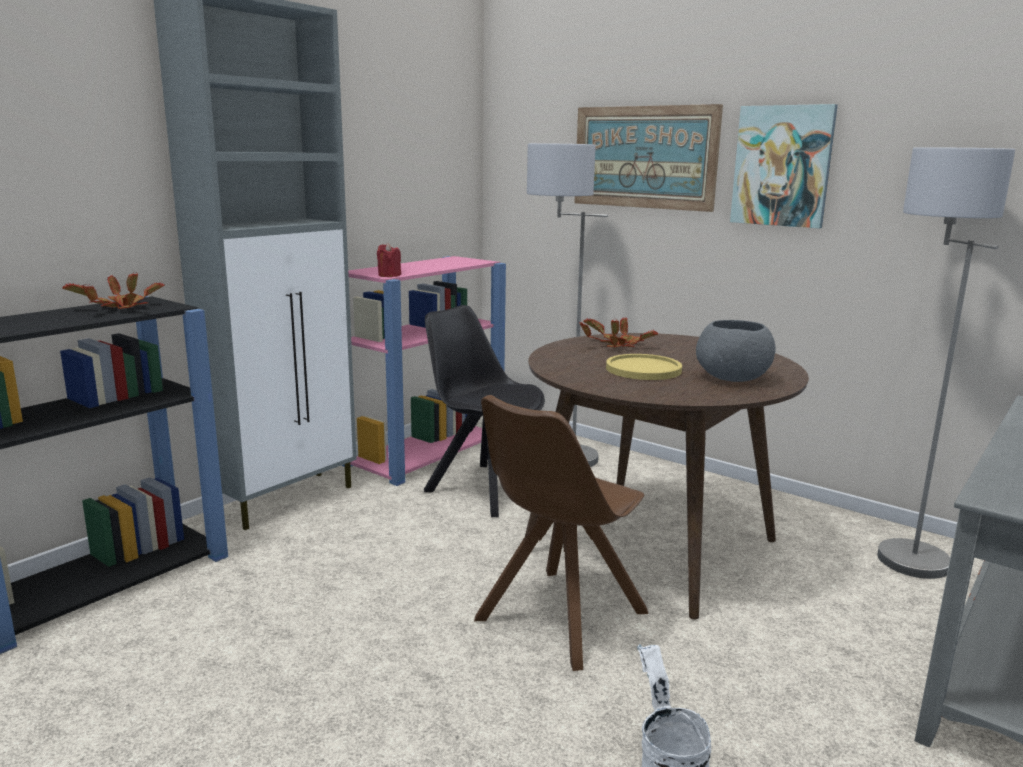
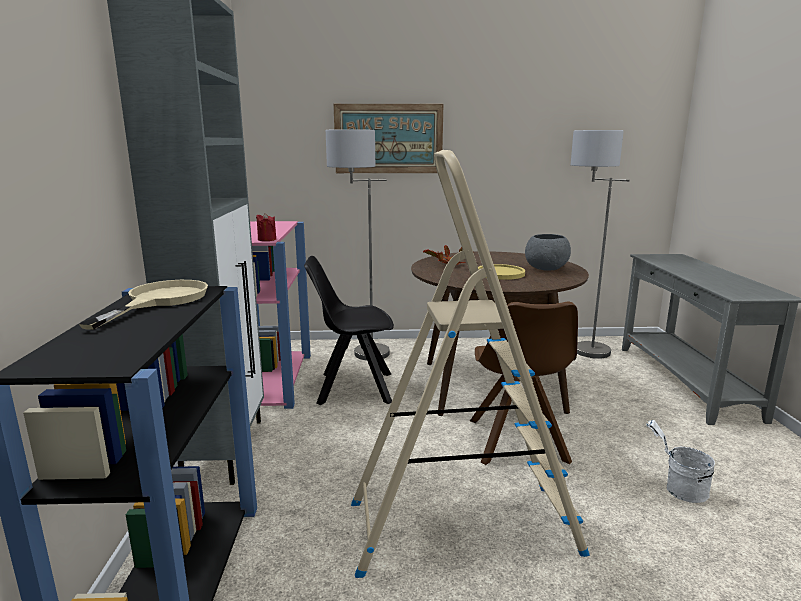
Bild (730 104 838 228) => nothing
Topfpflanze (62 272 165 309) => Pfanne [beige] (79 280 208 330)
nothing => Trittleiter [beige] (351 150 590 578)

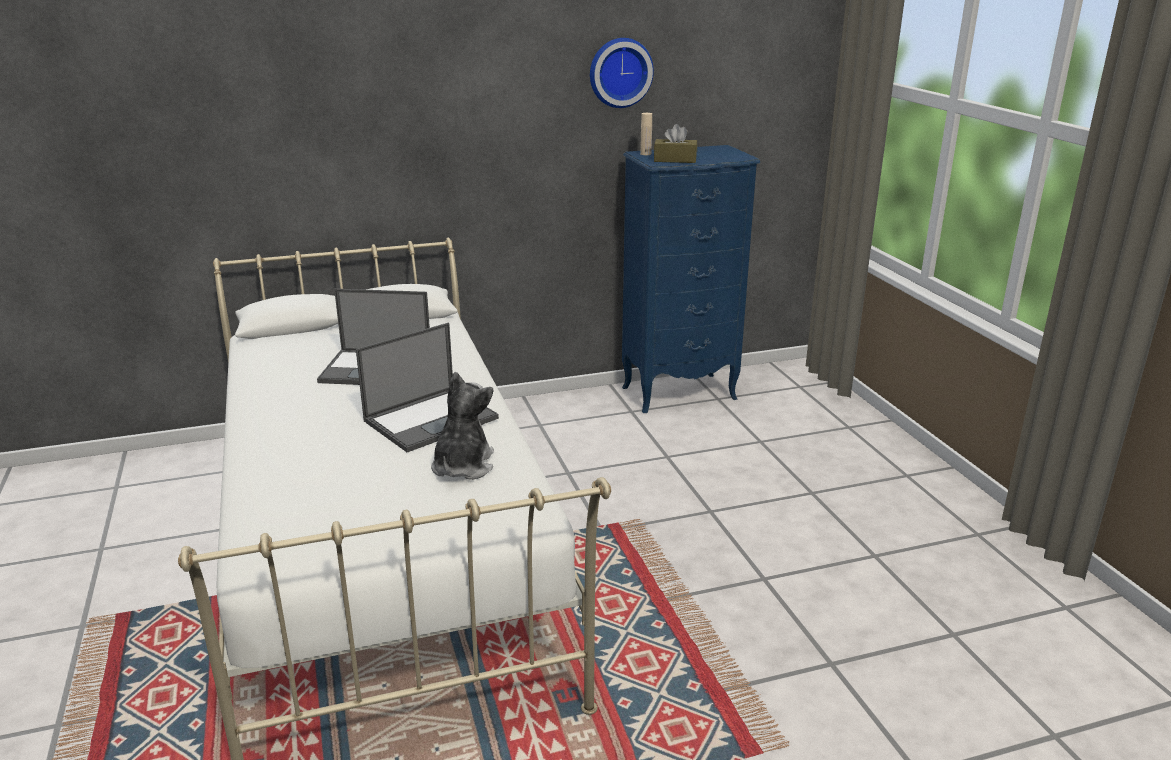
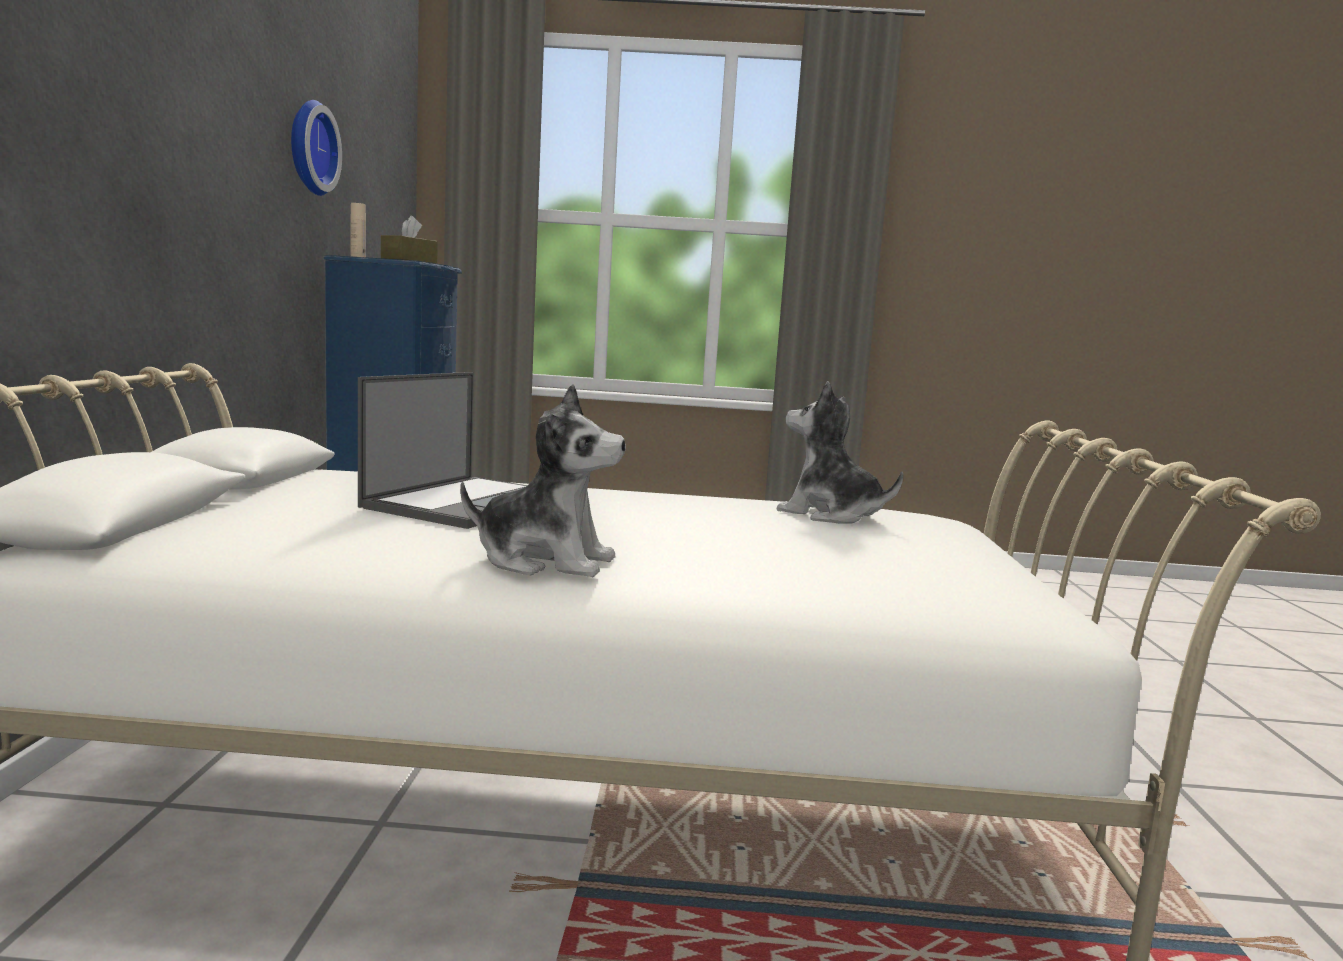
Laptop (356 322 499 452) => nothing
nothing => Plüschtier (460 384 626 577)

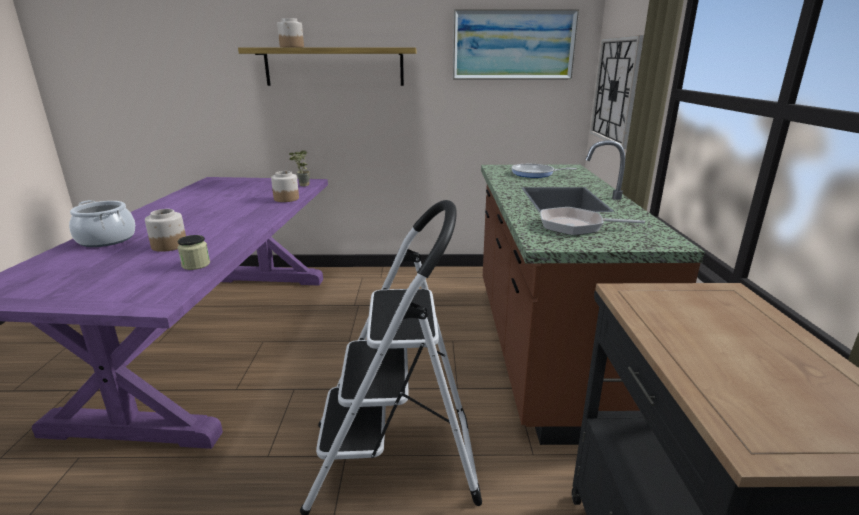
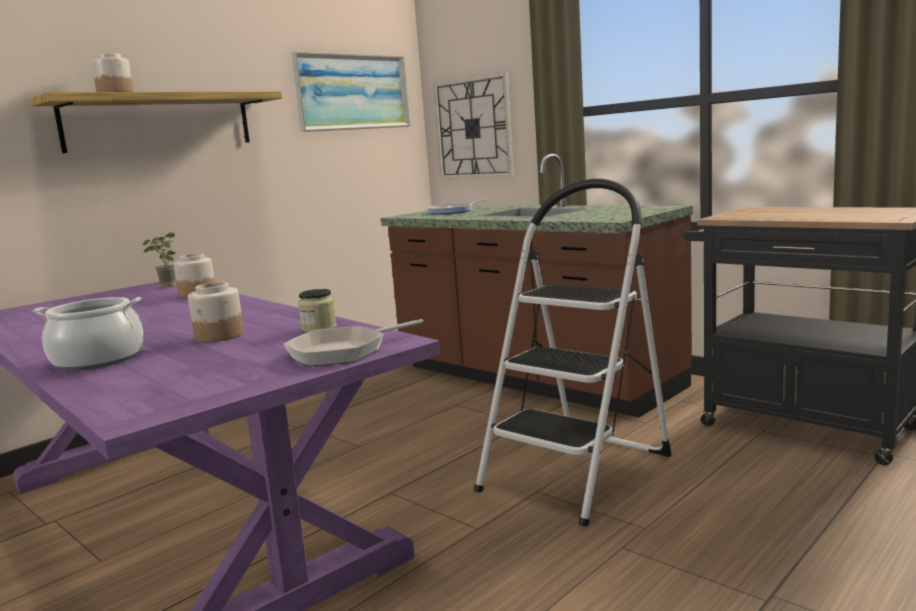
Pfanne (540 207 645 235) => Pfanne (284 319 423 366), shifted

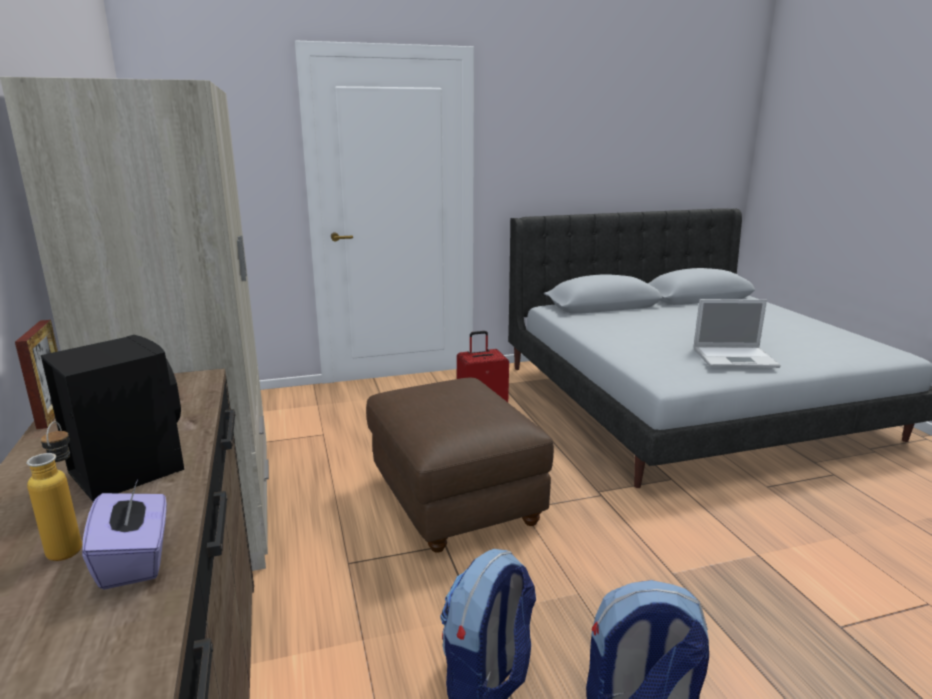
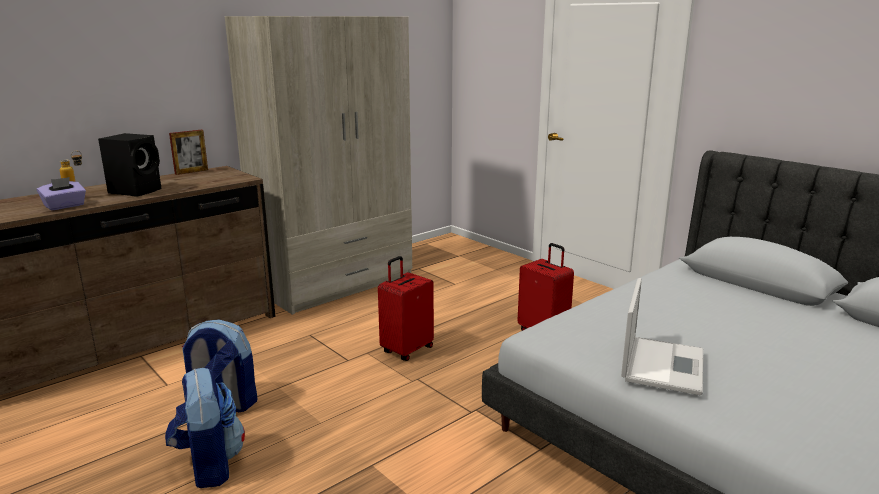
Laptop (694 299 781 368) => Laptop (621 278 703 395), 135 degrees counterclockwise
Polsterhocker [braun] (366 378 554 553) => Koffer [rot] (378 256 434 361)

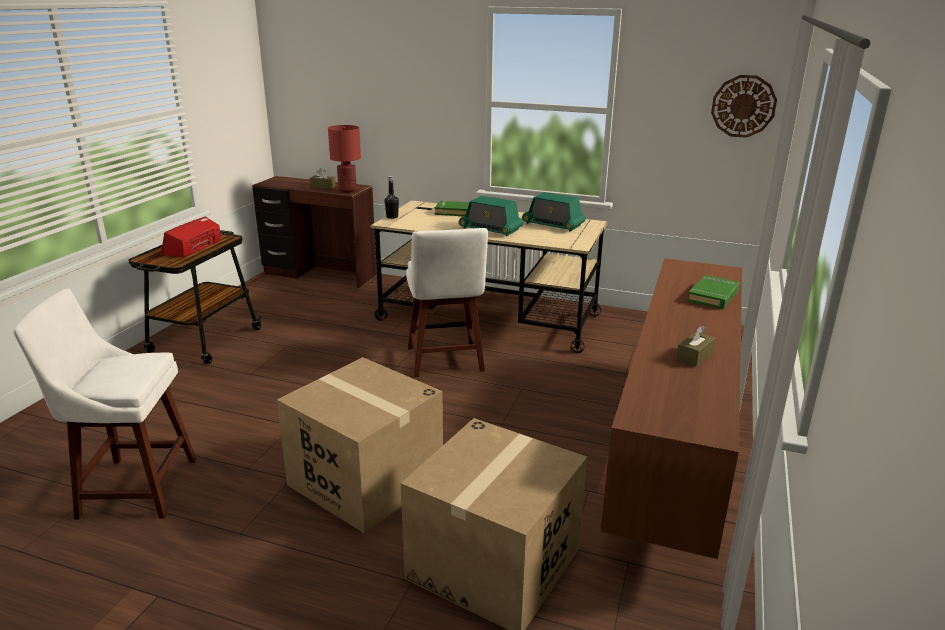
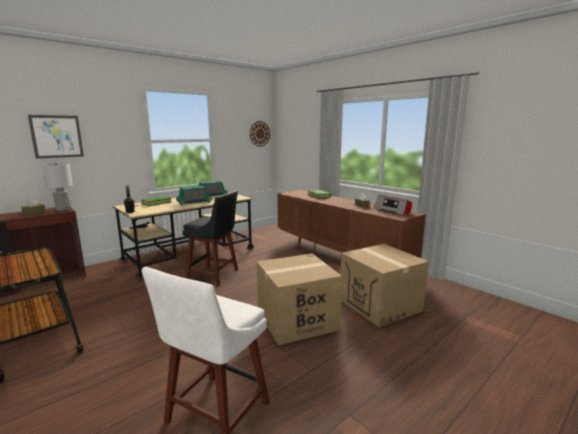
Tischlampe [rot] (328 125 361 193) => Tischlampe [grau] (42 163 73 211)
Radio (161 217 221 257) => Radio (374 195 412 215), shifted
Stuhl [weiß] (406 228 488 377) => Stuhl [schwarz] (183 190 238 287)
nothing => Bild (28 115 84 159)

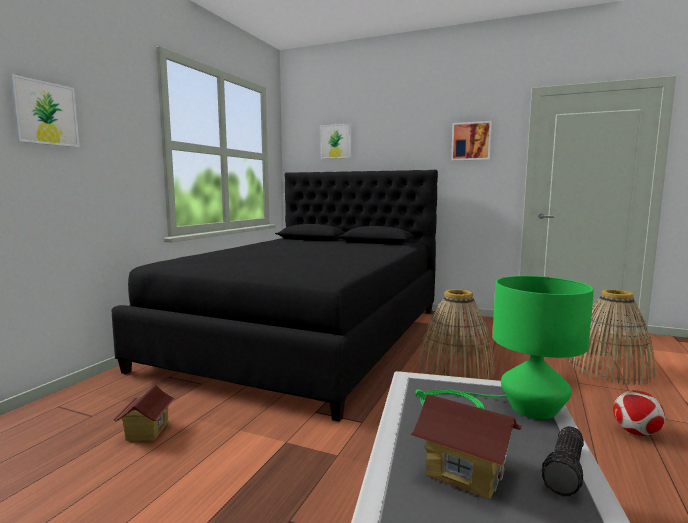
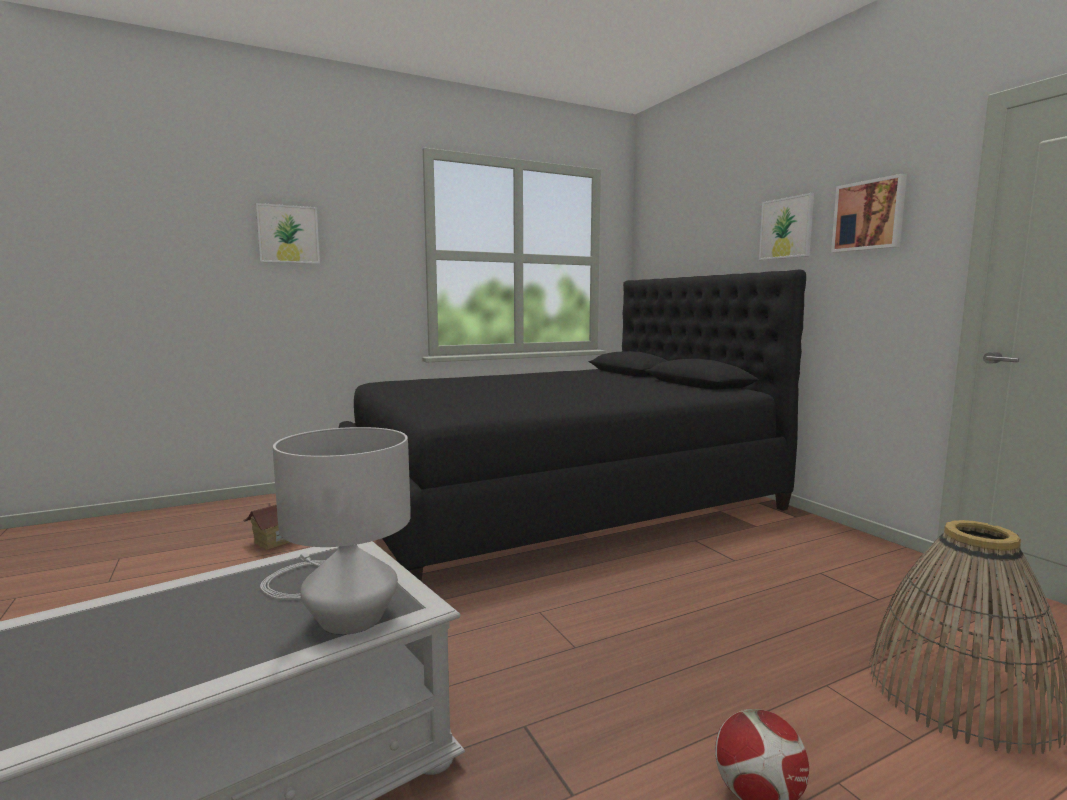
Bild (321 123 352 159) => Bild (759 193 814 260), shifted
Tischlampe [grün] (415 276 594 420) => Tischlampe [grau] (260 427 410 635)
Korb (418 289 495 380) => nothing
Spielzeughaus (411 394 522 500) => nothing
Taschenlampe (542 426 584 497) => nothing

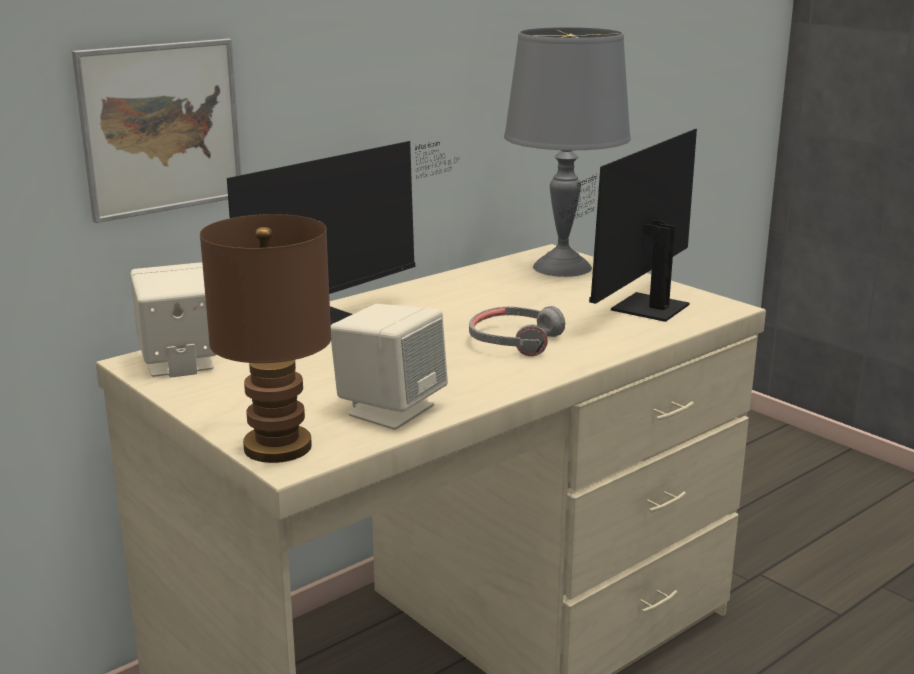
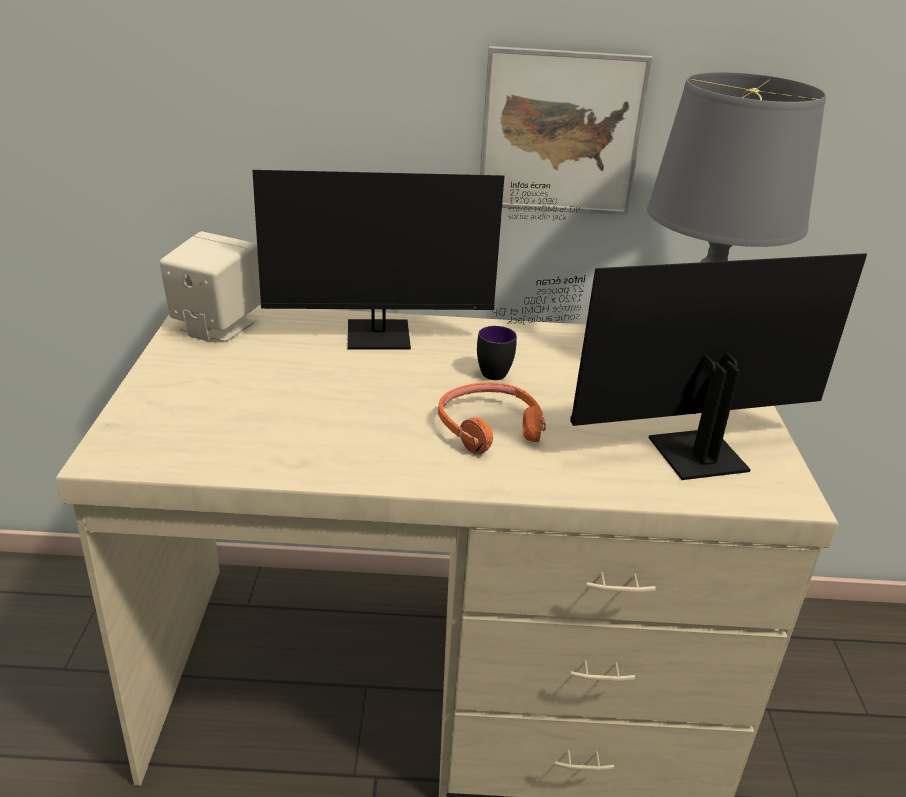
Bild (72 39 241 223) => Bild (480 46 653 215), shifted
Tischlampe [braun] (200 214 331 463) => nothing
Lautsprecher [beige] (331 304 448 430) => nothing
Kopfhörer [grau] (469 306 565 356) => Kopfhörer [orange] (438 383 546 455)
nothing => Henkelbecher (477 326 517 380)

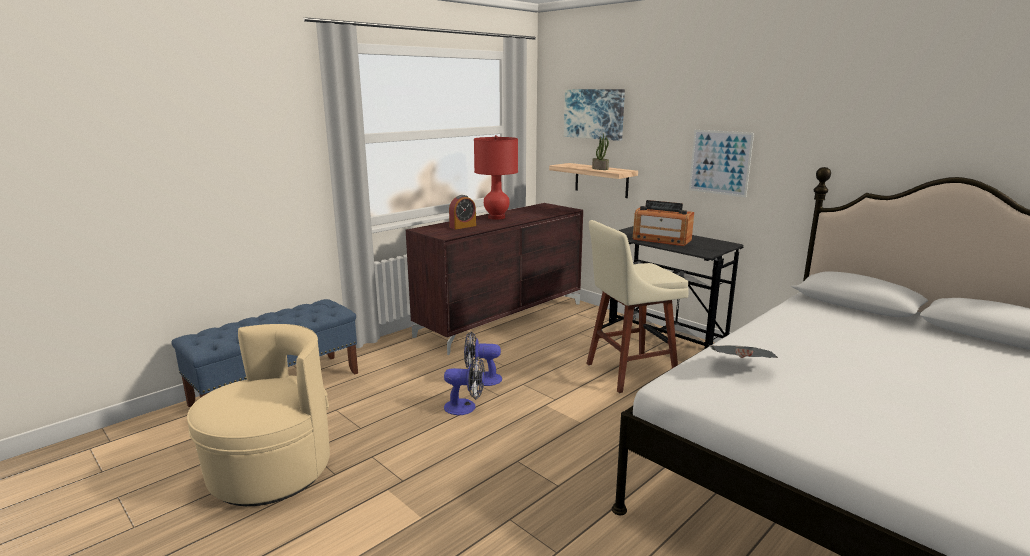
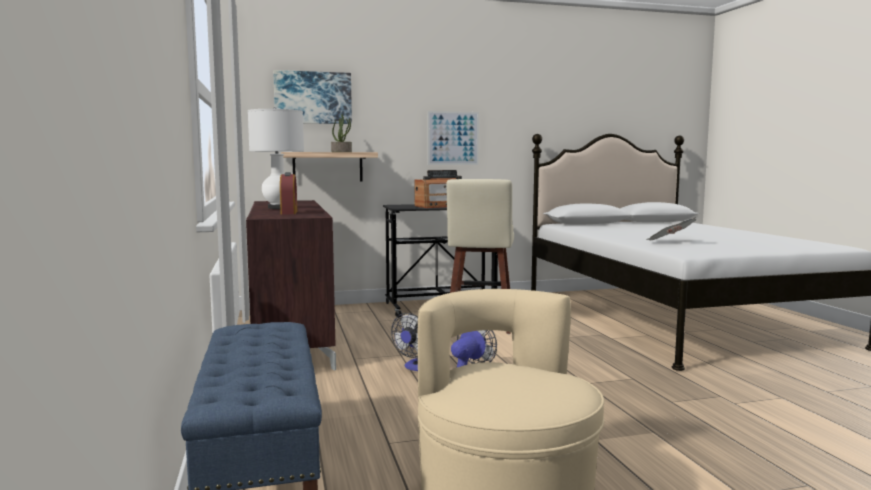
Tischlampe [rot] (474 135 518 220) => Tischlampe [weiß] (248 107 304 209)

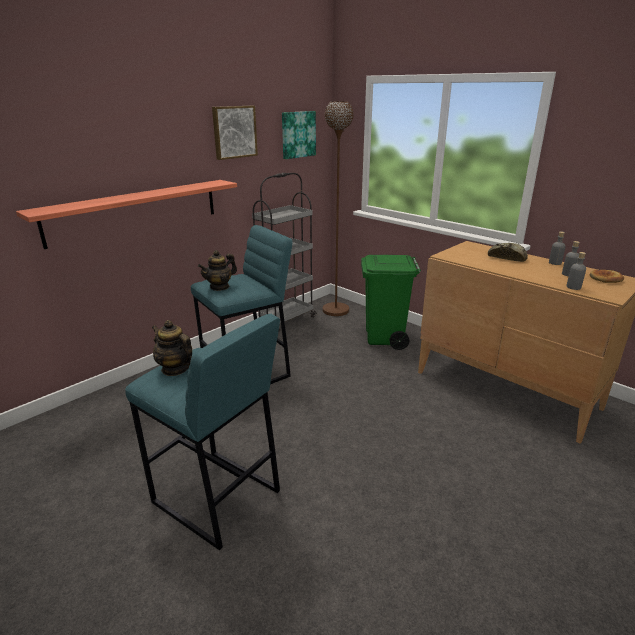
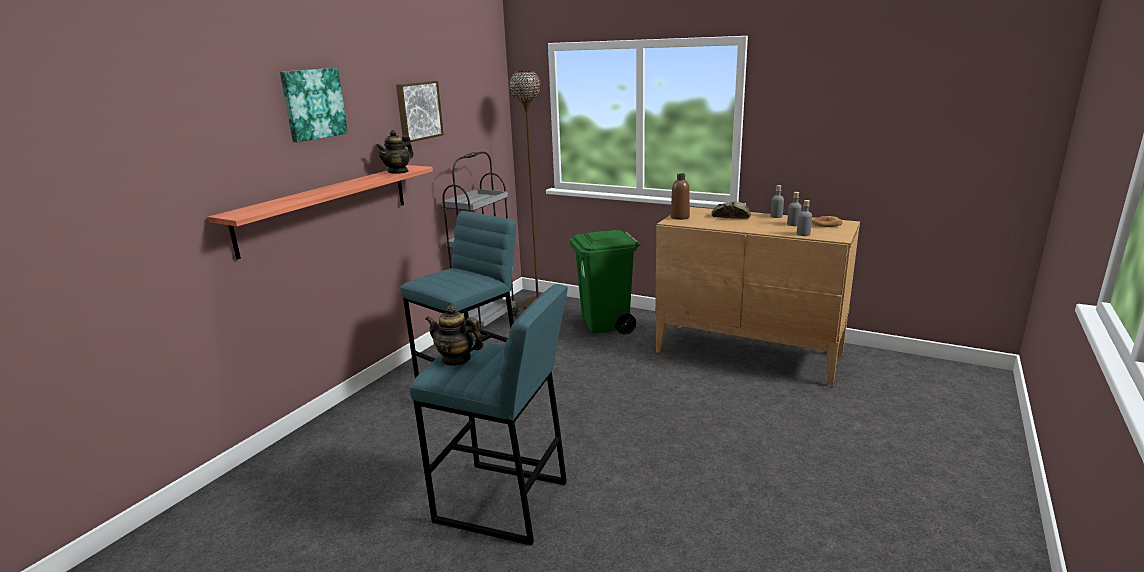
Bild (282 111 316 159) => Bild (280 68 348 142), shifted
Teekanne (198 250 237 291) => Teekanne (376 130 414 174), shifted
nothing => Flasche [braun] (671 173 690 220)

